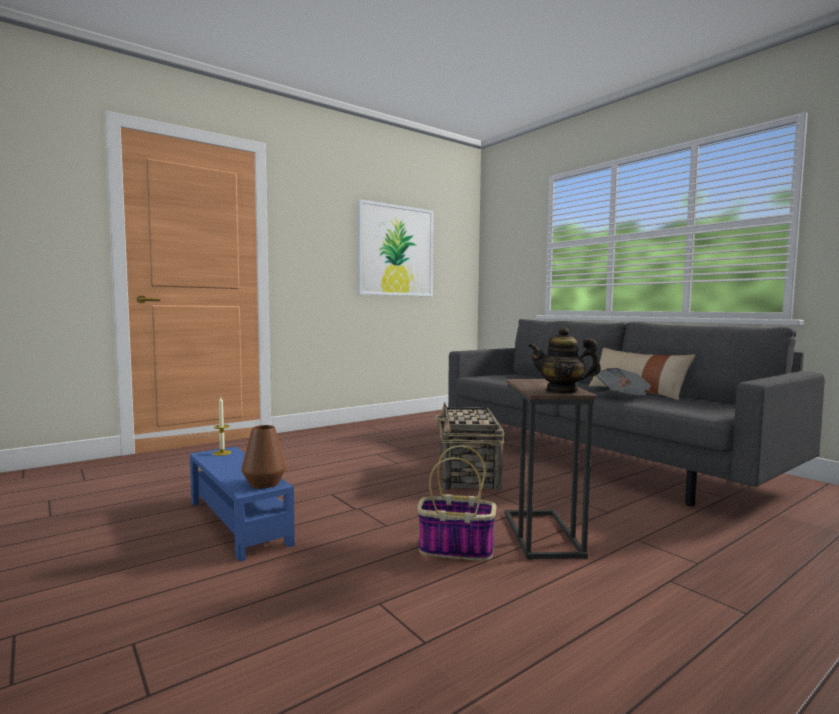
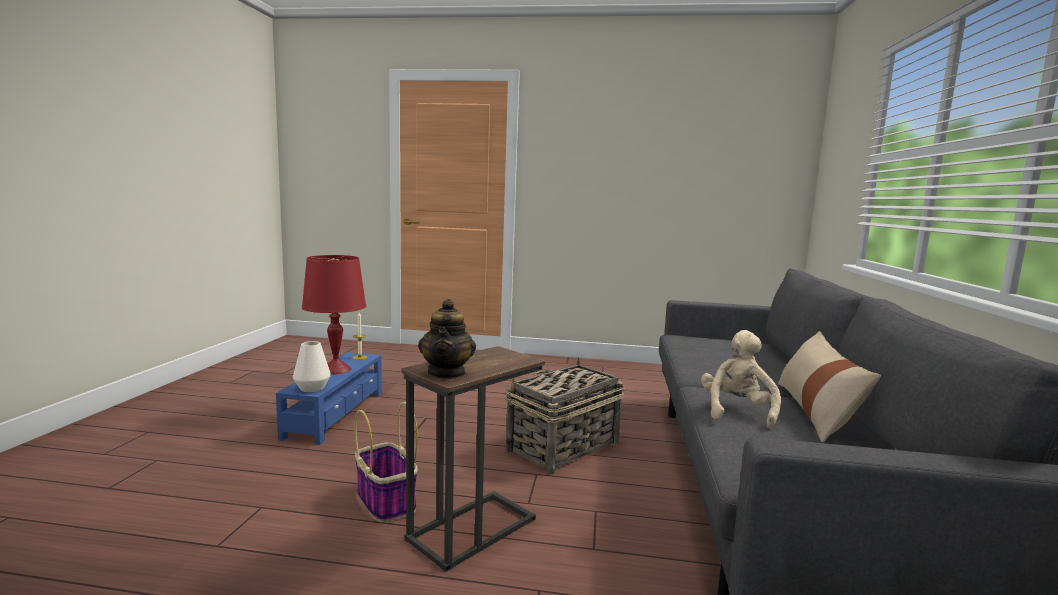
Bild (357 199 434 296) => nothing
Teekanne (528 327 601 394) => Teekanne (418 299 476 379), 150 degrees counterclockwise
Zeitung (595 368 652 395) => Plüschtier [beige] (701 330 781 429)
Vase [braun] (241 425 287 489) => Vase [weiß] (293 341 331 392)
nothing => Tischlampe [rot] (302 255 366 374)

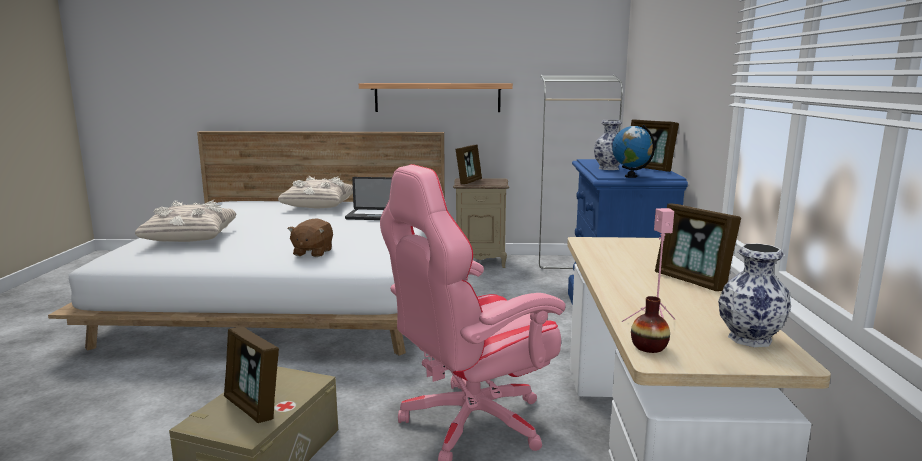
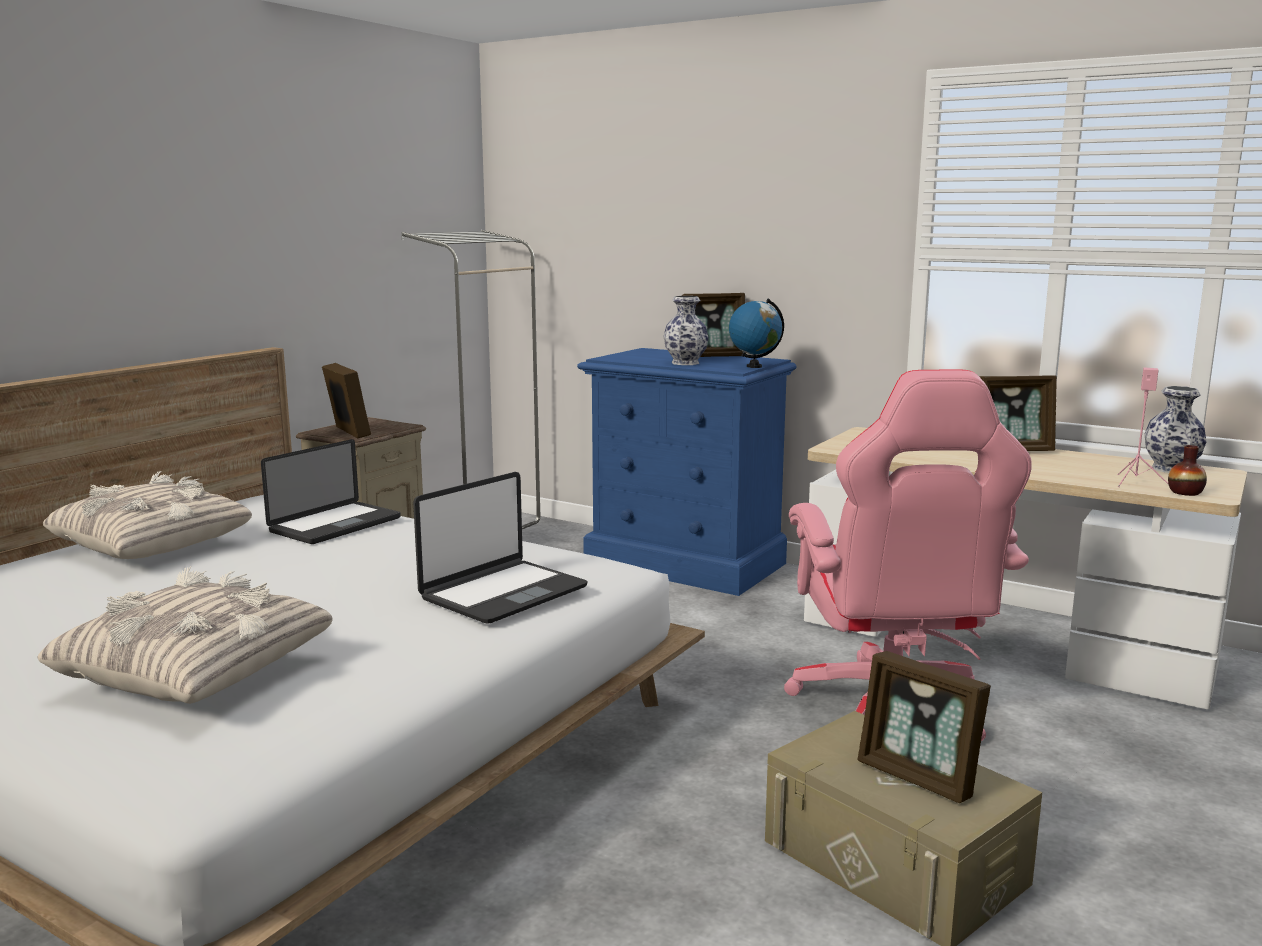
Wandregal (359 83 513 112) => nothing
Plüschtier [braun] (288 218 333 257) => Laptop (413 472 588 624)
Bilderrahmen (224 327 279 423) => Bilderrahmen (858 651 991 803), 60 degrees clockwise

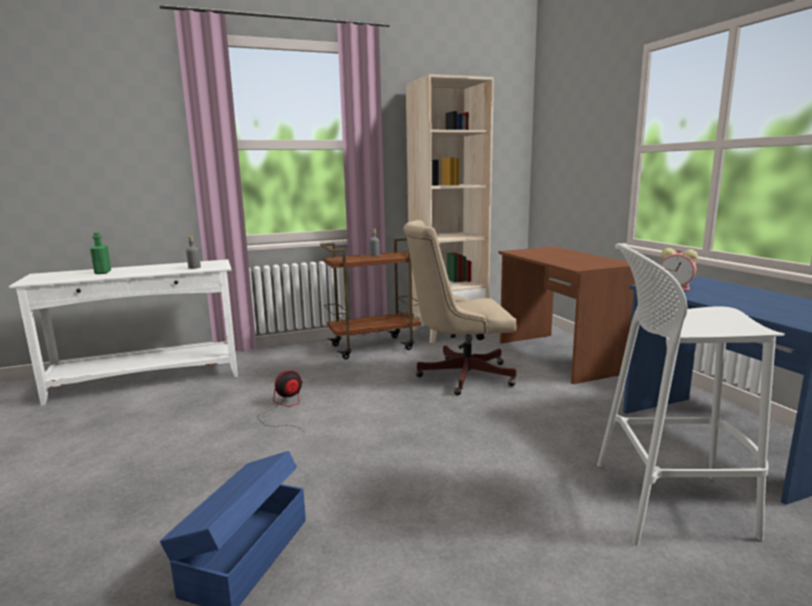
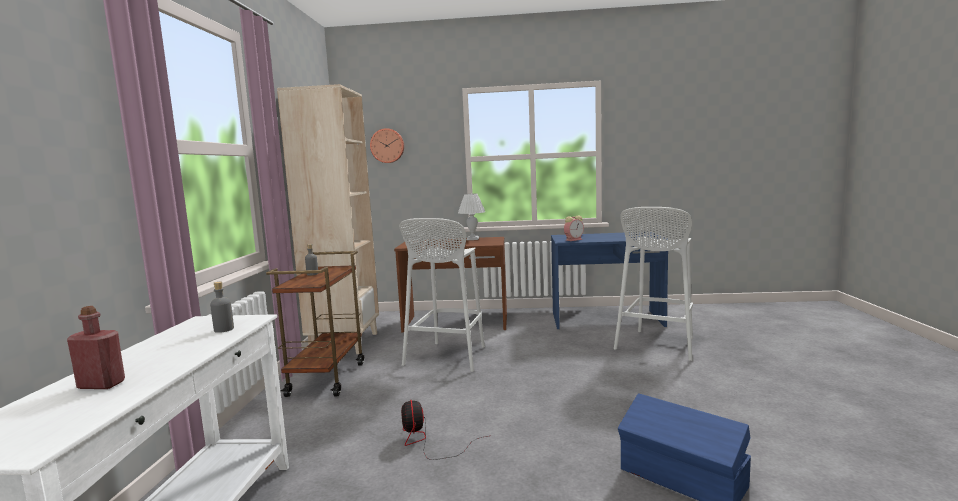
Bürostuhl [beige] (403 220 517 395) => Hocker [weiß] (399 218 485 372)
Flasche [grün] (90 232 111 274) => Flasche [rot] (67 306 125 389)
nothing => Wanduhr (370 128 404 163)
nothing => Tischlampe [weiß] (458 194 485 240)

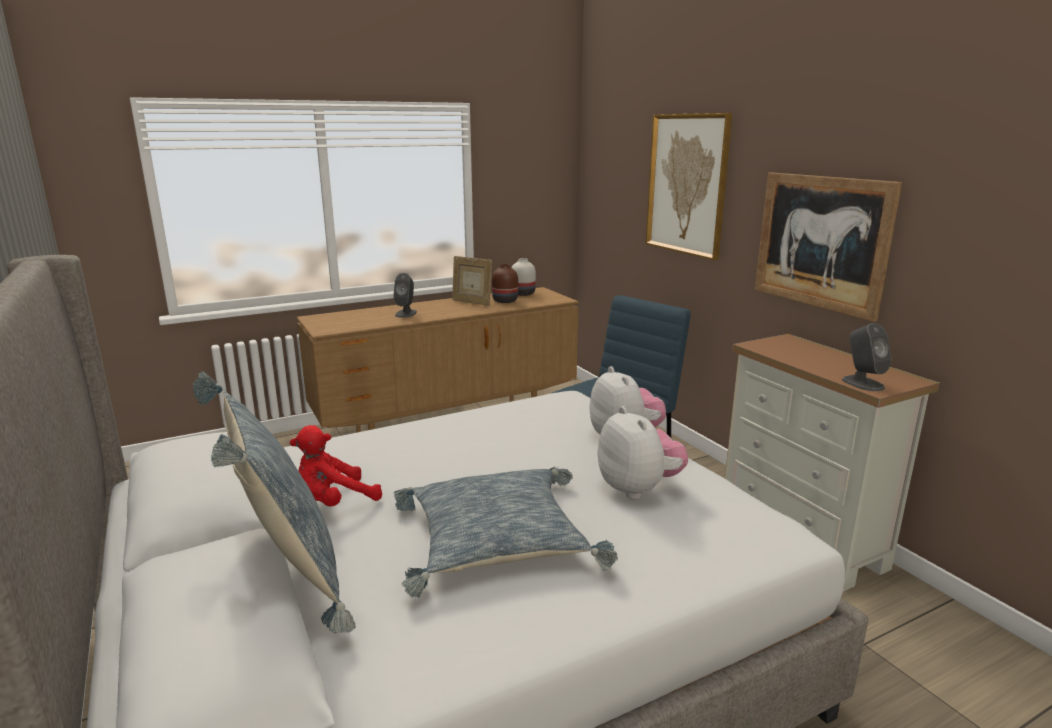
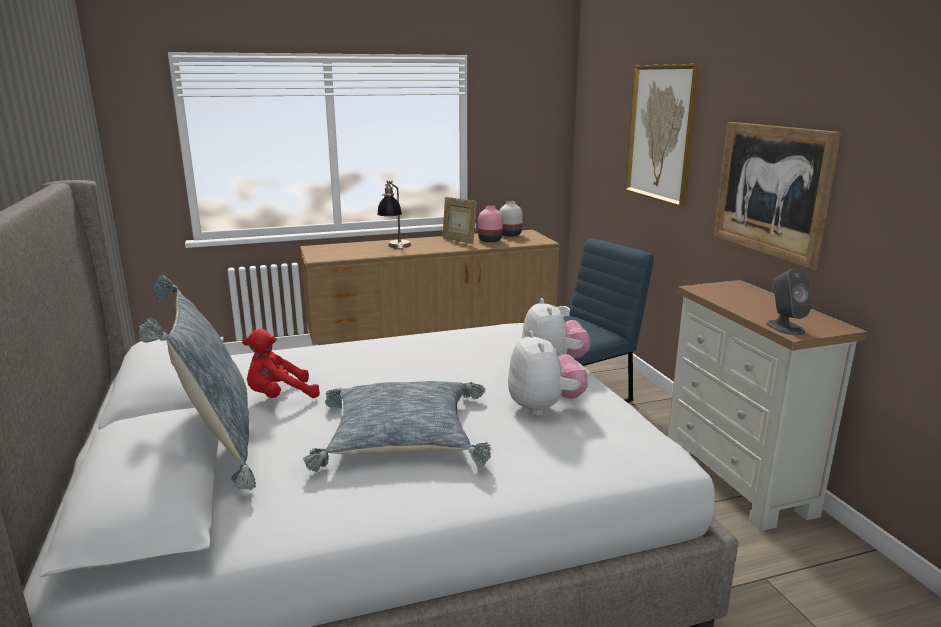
Vase [braun] (492 264 518 303) => Vase [rosa] (478 206 503 242)
Lautsprecher [grau] (394 273 417 318) => Tischlampe (377 180 411 248)

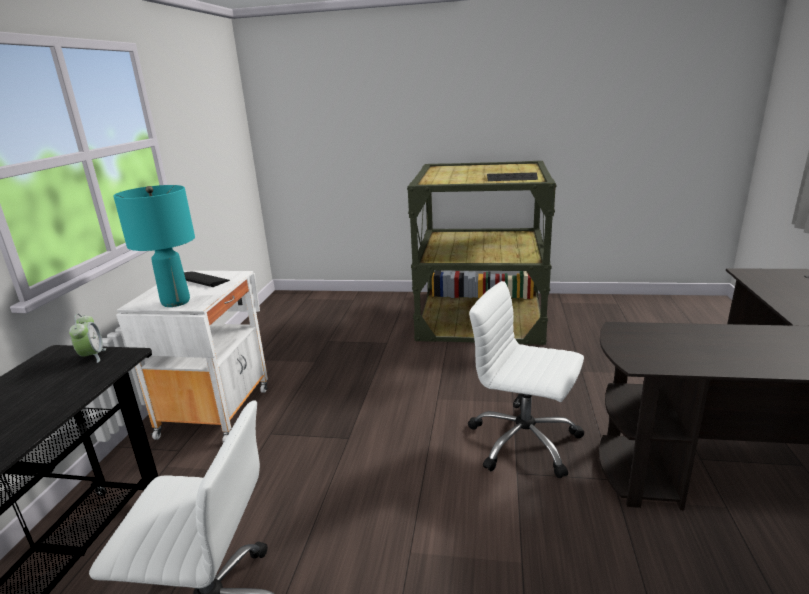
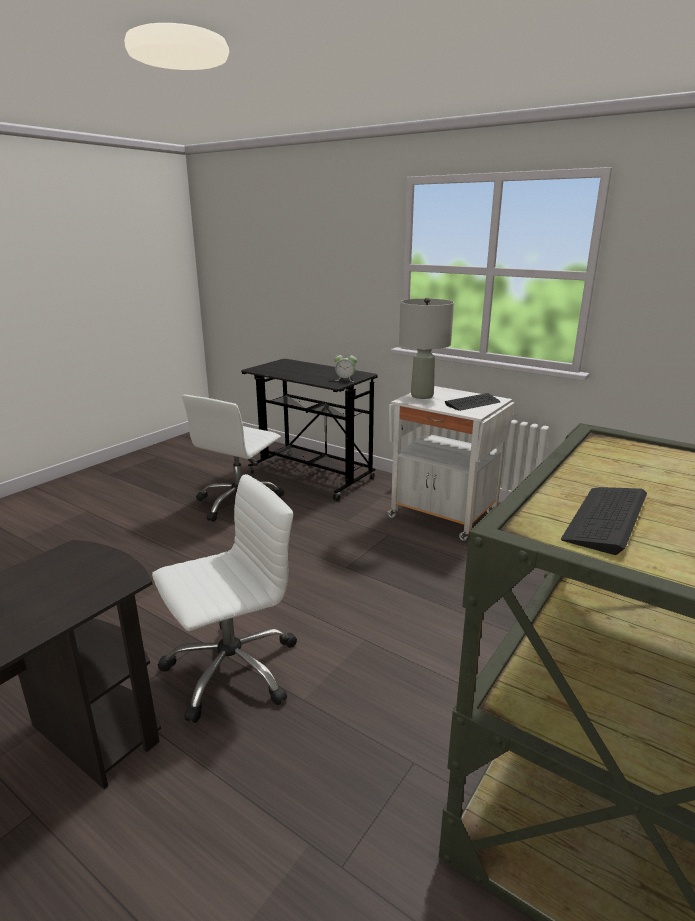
Tischlampe [türkis] (113 185 195 307) => Tischlampe [grau] (399 297 454 399)

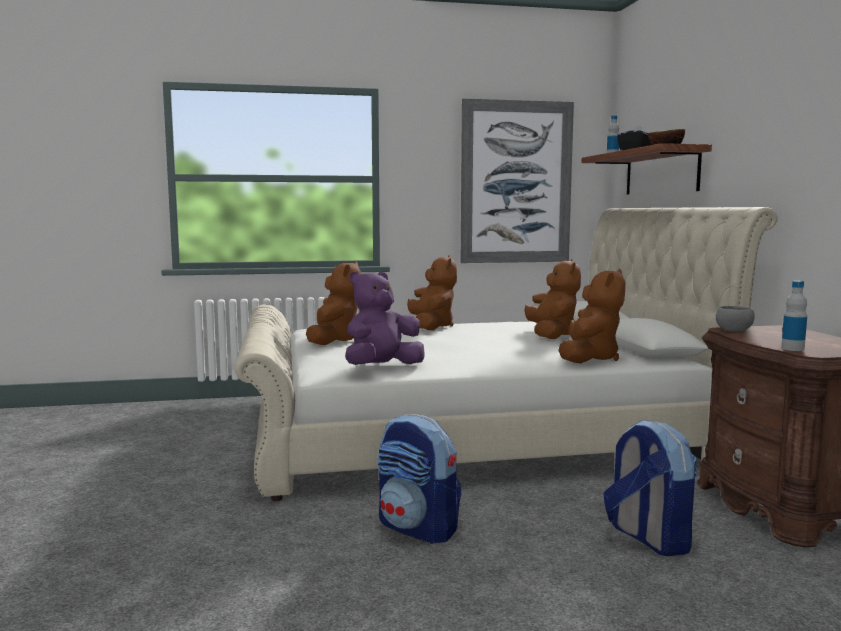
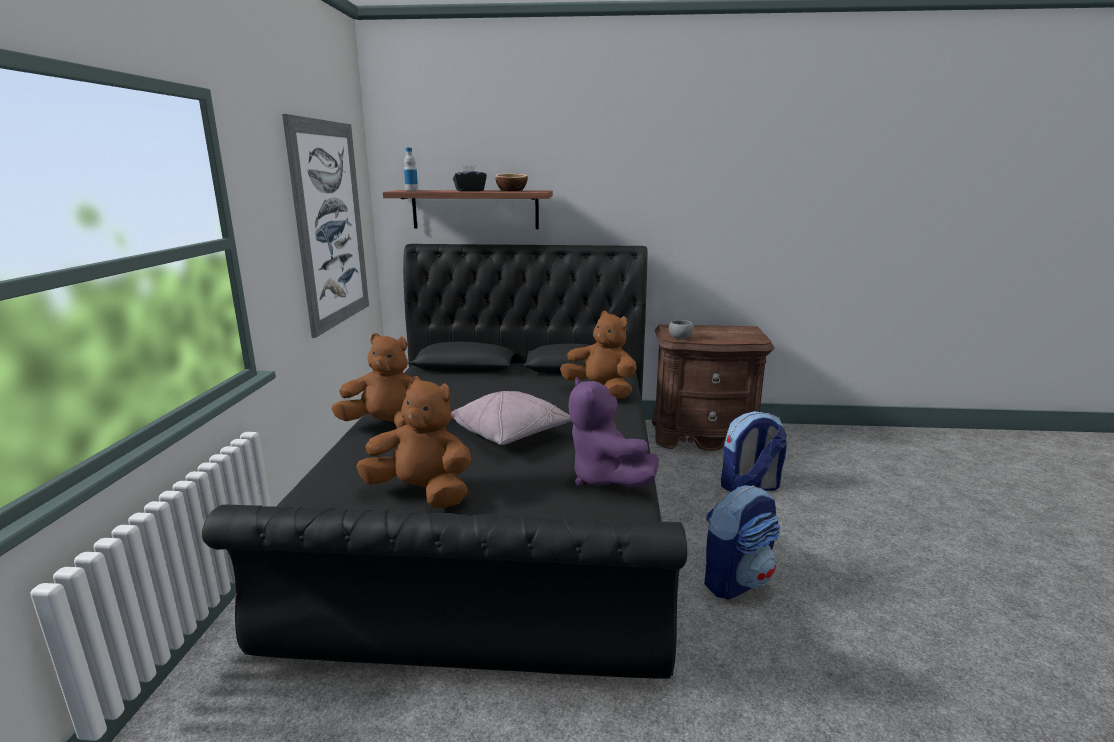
Bett [beige] (235 207 778 501) => Bett [schwarz] (202 244 687 679)
Plüschtier [braun] (525 259 581 339) => nothing
Flasche (781 281 807 351) => nothing
nothing => Kissen [lila] (451 391 571 445)

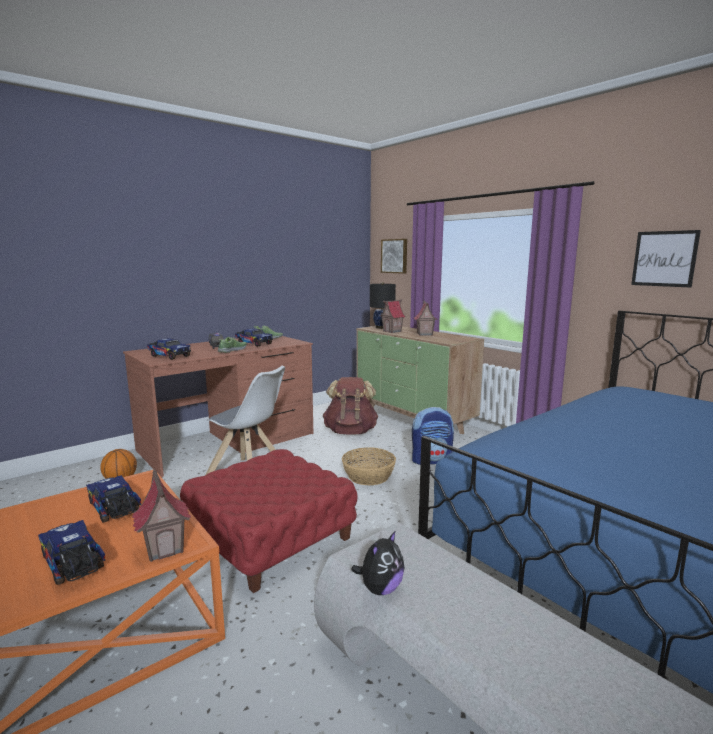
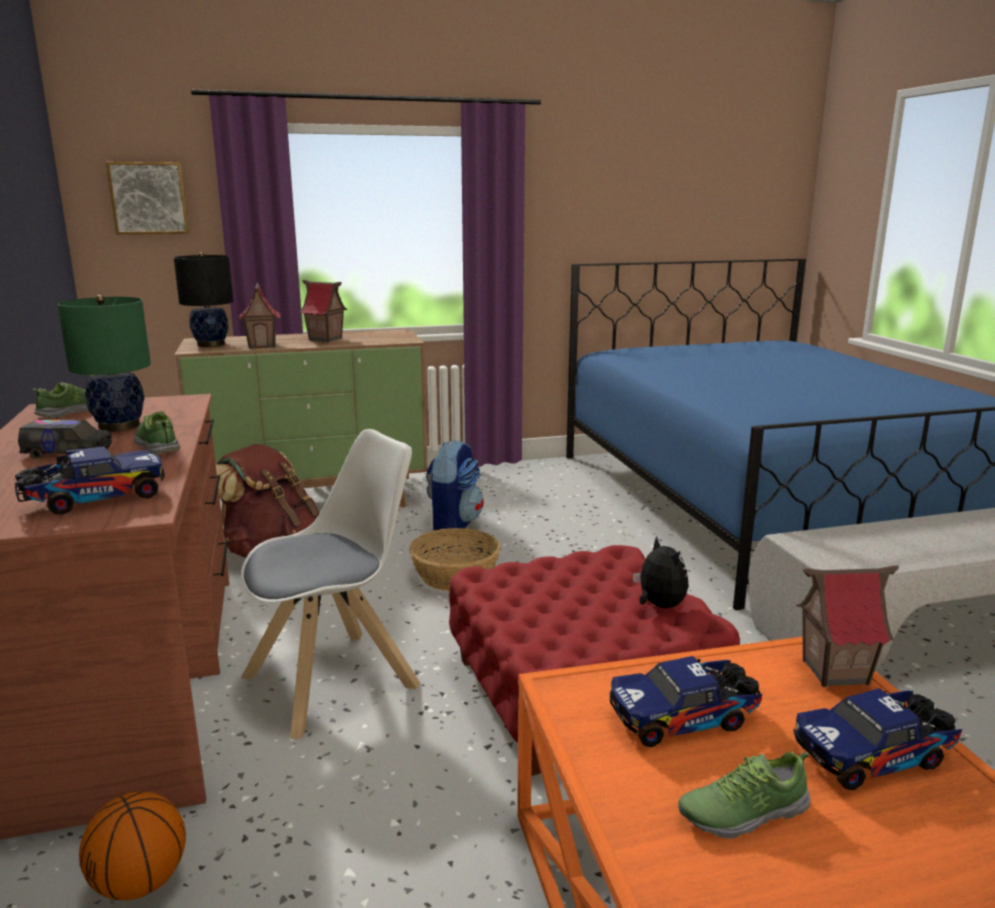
Bild (631 230 701 288) => nothing
Spielzeuglaster (235 328 273 347) => Tischlampe [grün] (57 295 151 432)
Plüschtier (351 530 404 595) => Plüschtier (633 536 689 608), shifted
nothing => Schuh (678 752 811 839)

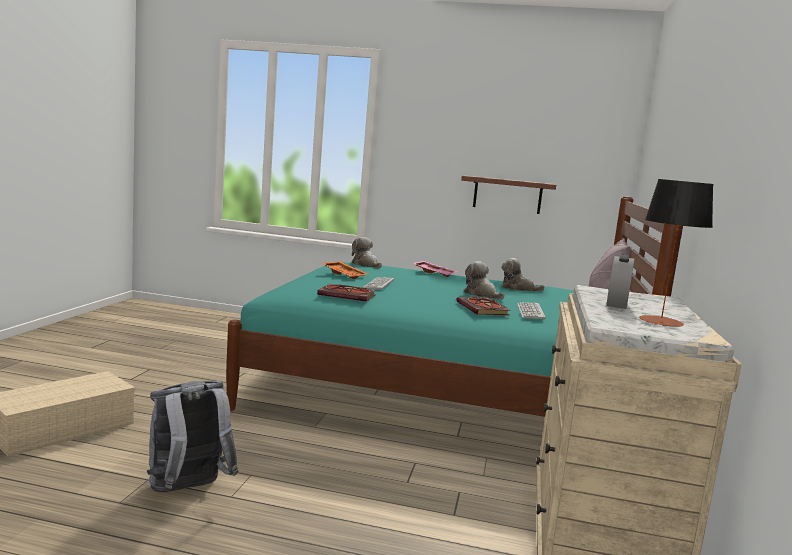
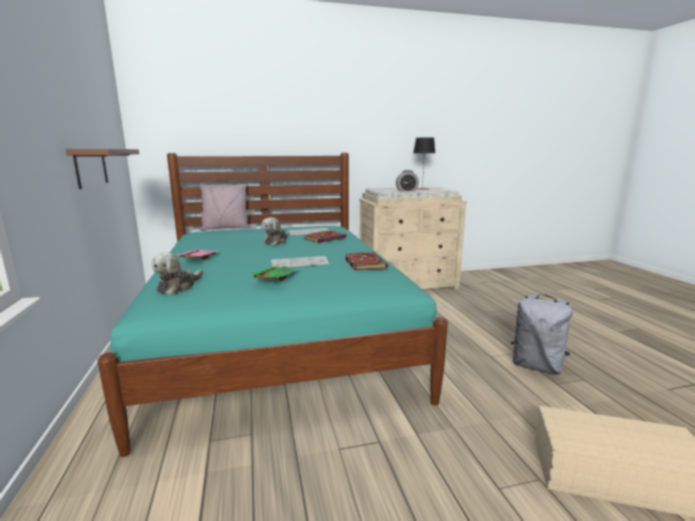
Plüschtier (501 258 545 292) => nothing
Tablett [orange] (322 261 368 279) => Tablett [grün] (249 266 299 281)

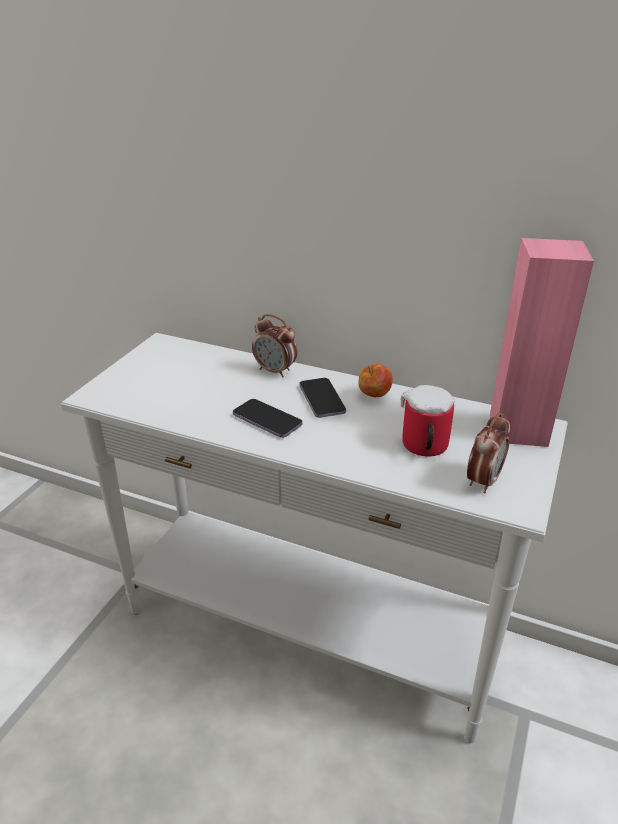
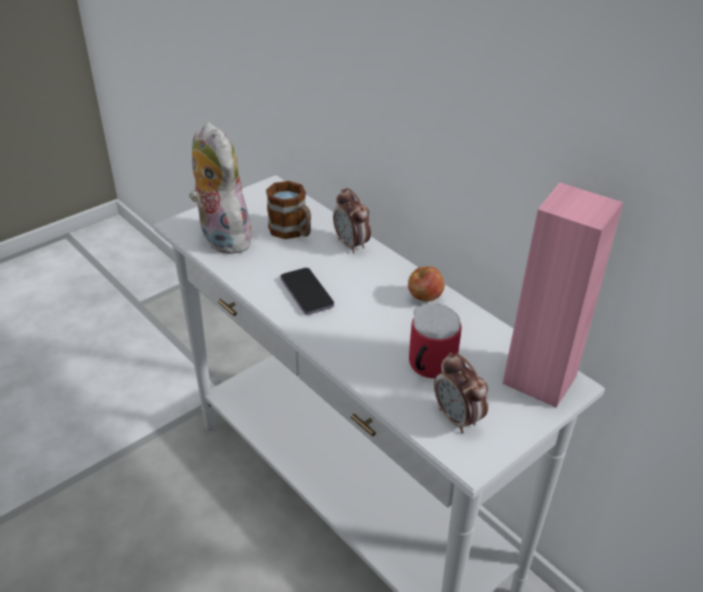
Handy (300 378 346 418) => nothing
Wecker (467 412 511 493) => Wecker (434 352 488 434), 90 degrees clockwise
nothing => Plüschtier (189 122 252 254)
nothing => Henkelbecher (266 181 311 239)

